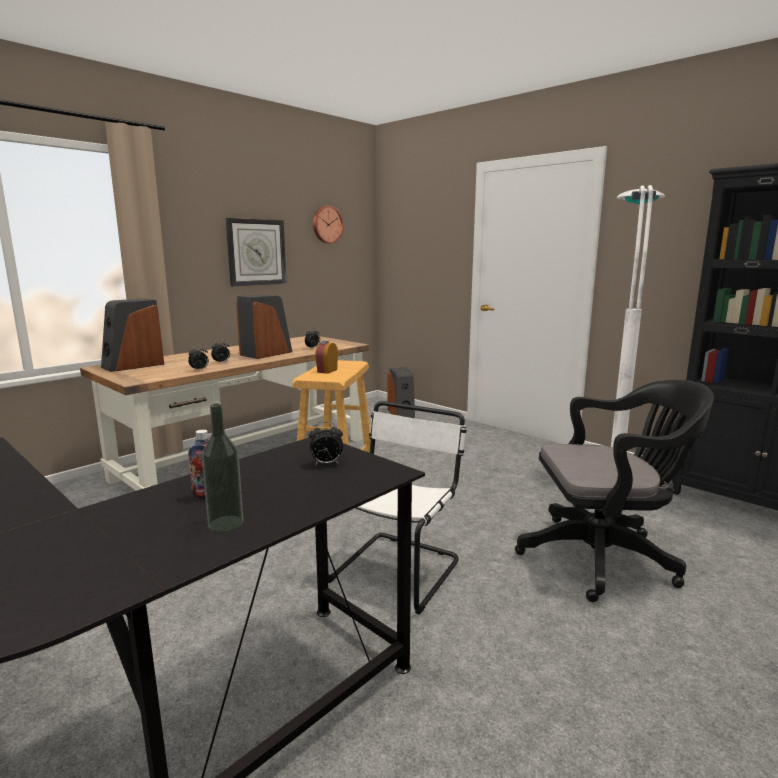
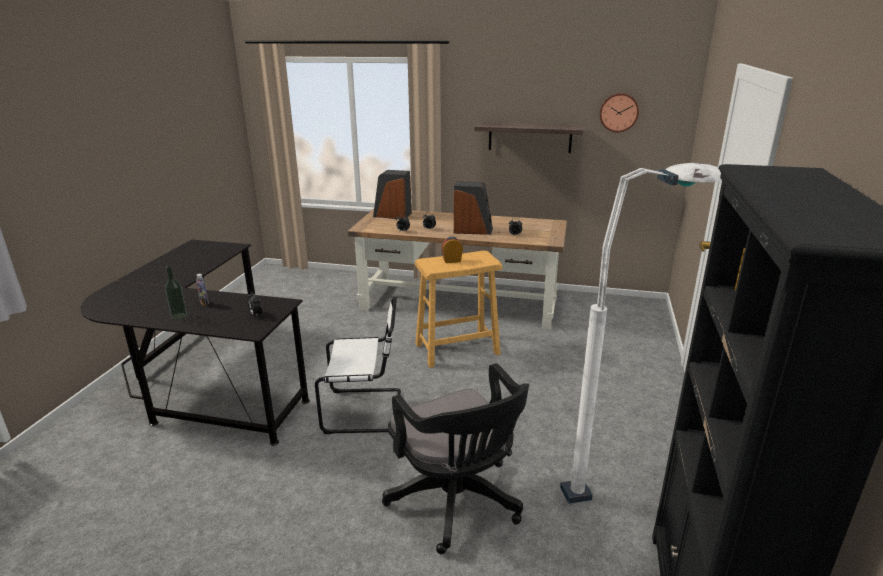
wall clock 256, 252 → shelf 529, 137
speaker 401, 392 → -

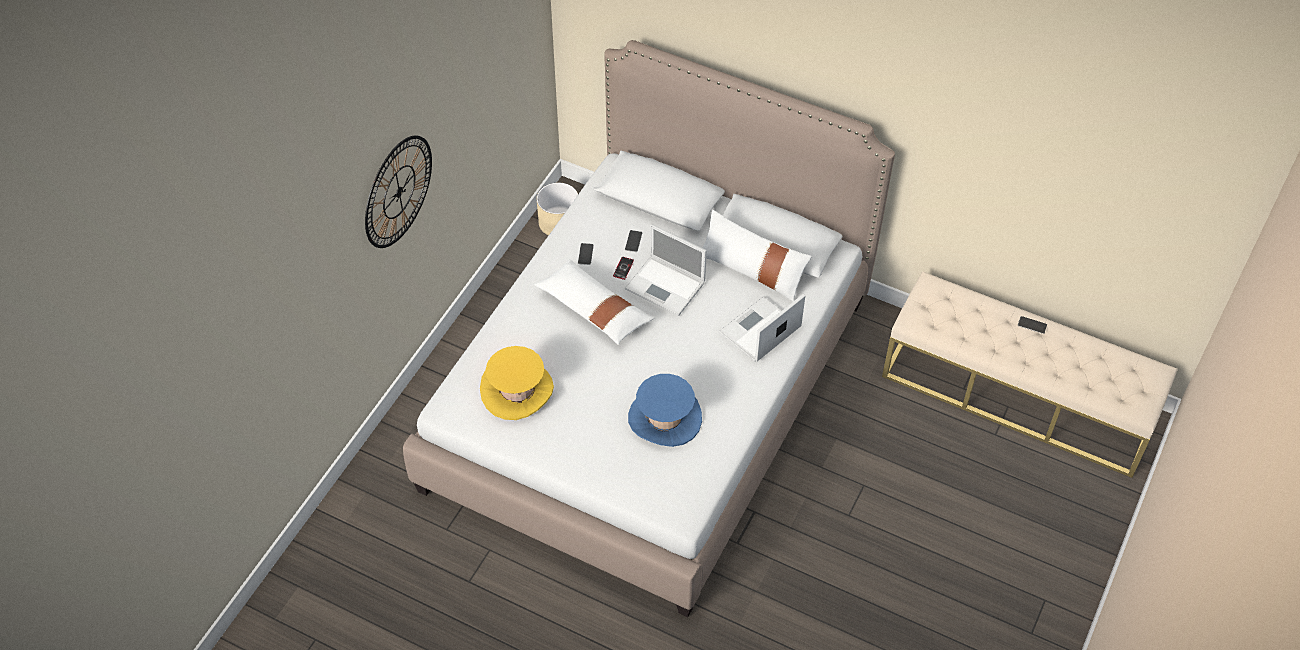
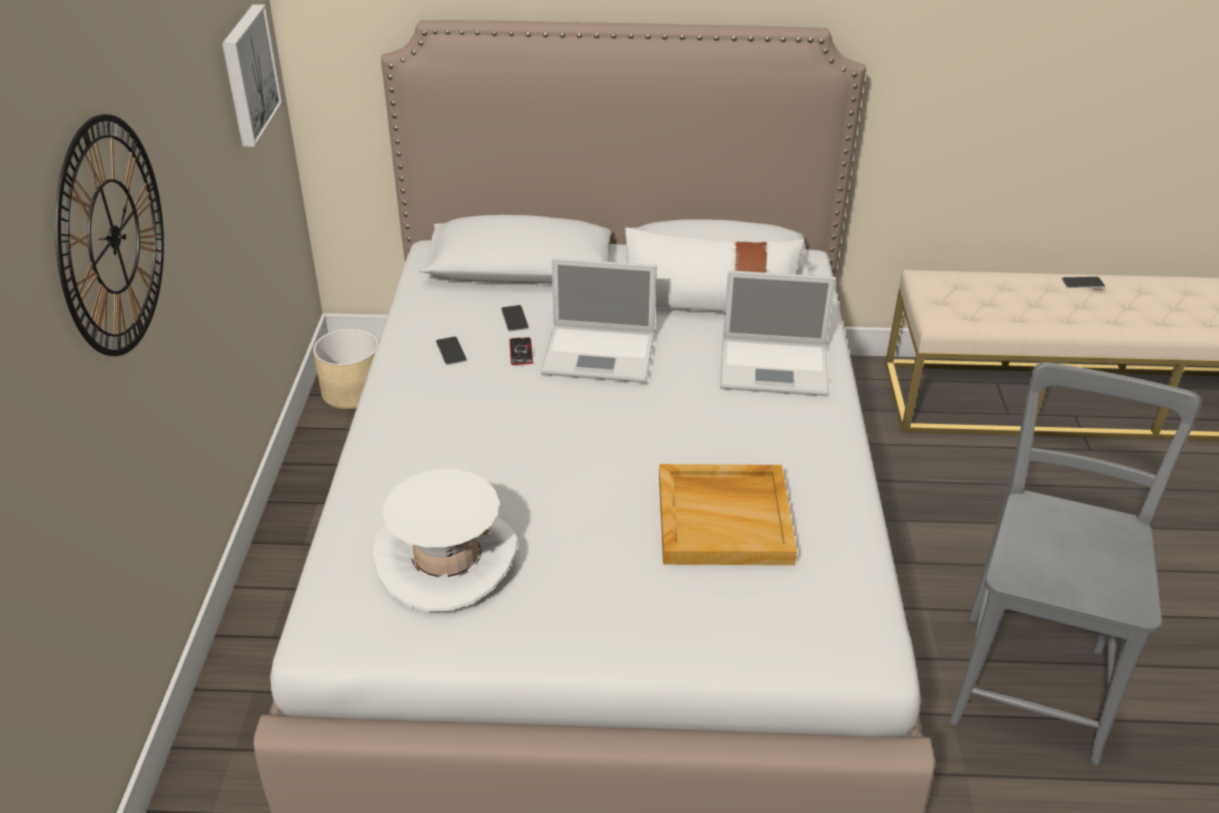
- → picture 252, 75
yellow hat 517, 383 → white hat 445, 540
blue hat 665, 410 → beige tray 728, 514
laptop 762, 328 → laptop 778, 333, 105 degrees counterclockwise
- → grey chair 1075, 563
white pillow 594, 302 → -

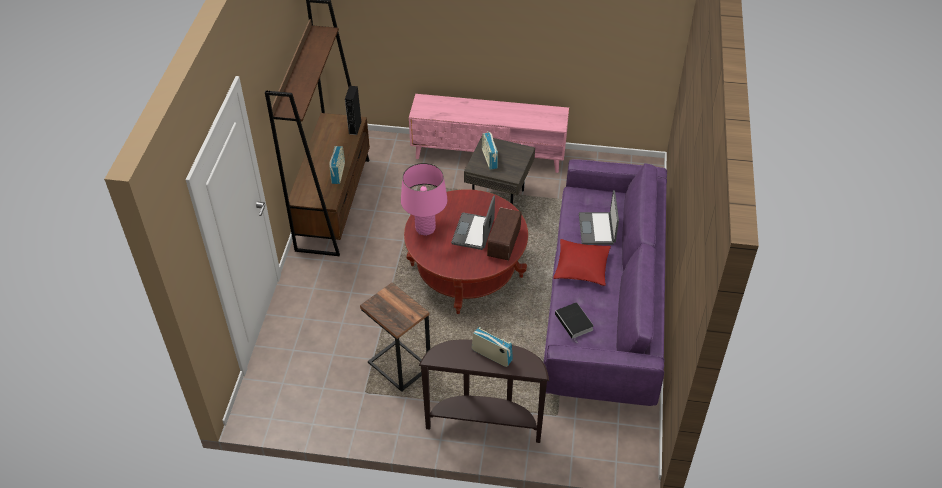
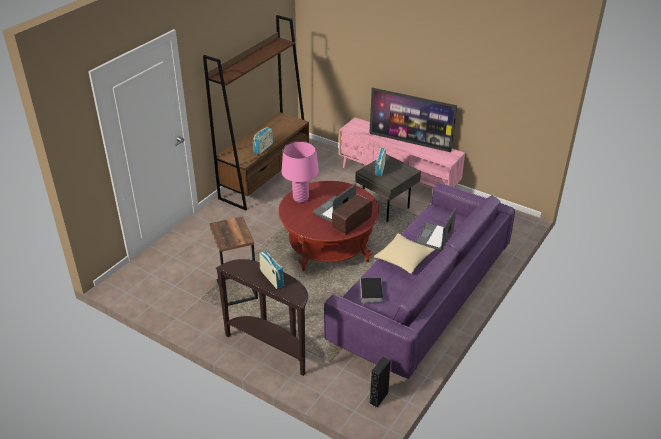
- → television 413, 120
black speaker 353, 110 → black speaker 380, 382, move
red pillow 582, 262 → beige pillow 404, 254

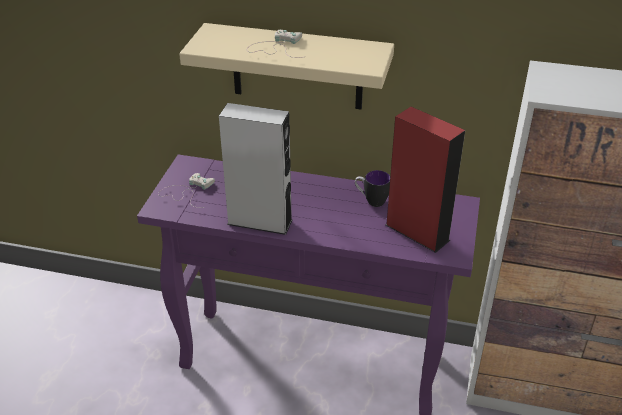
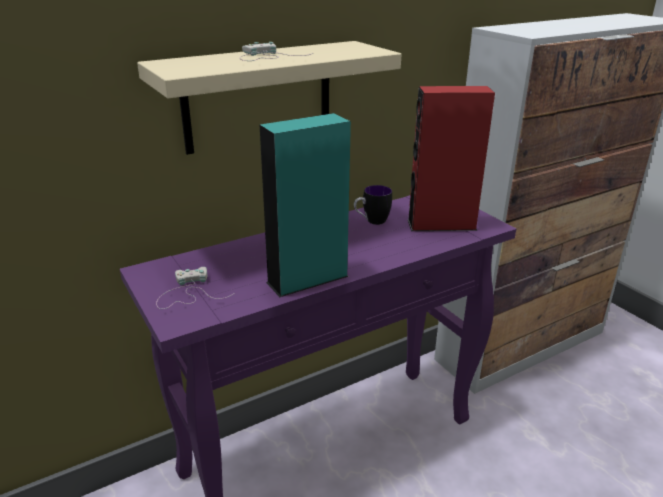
grey speaker 256, 169 → turquoise speaker 305, 205

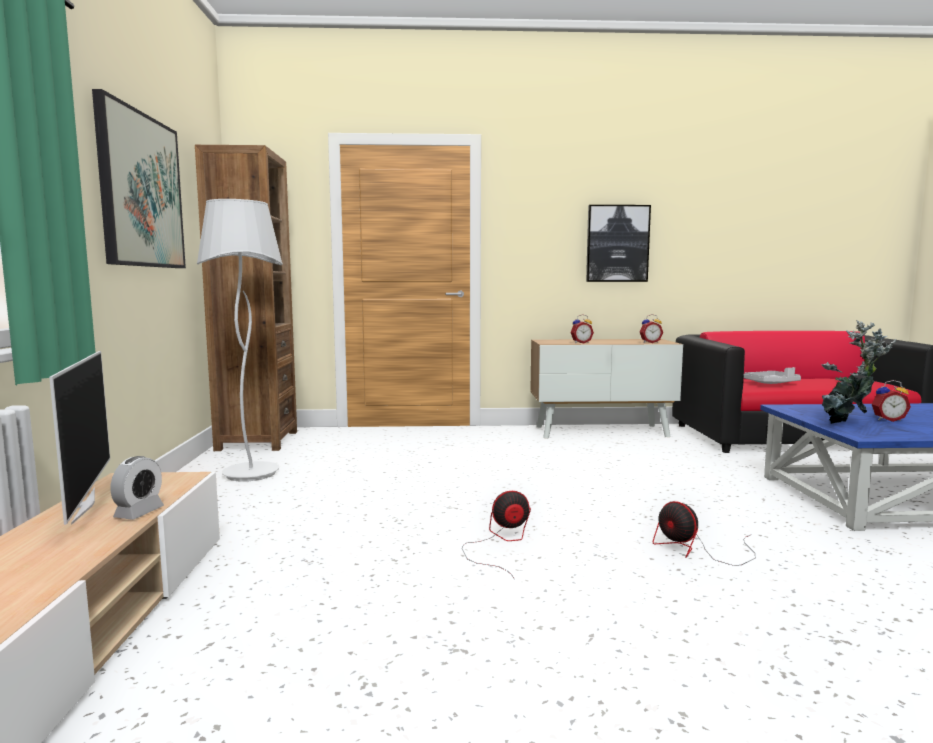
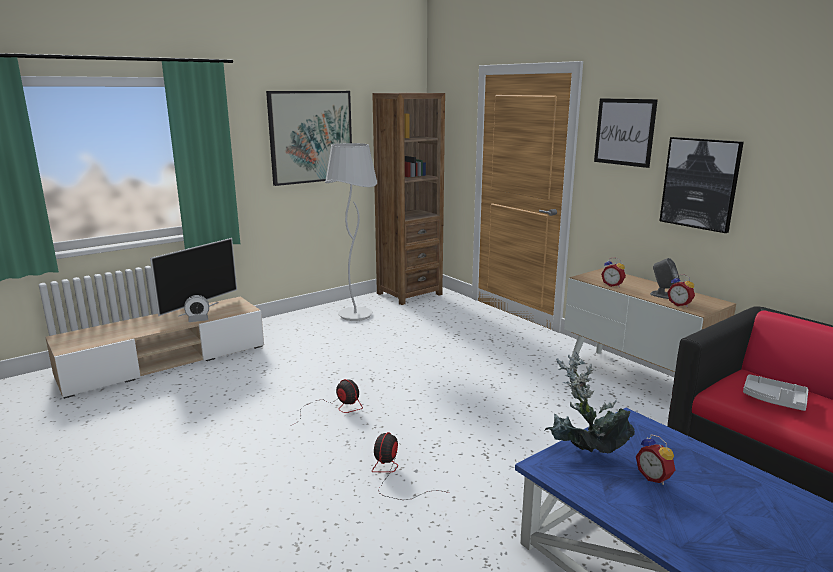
- → picture 626, 133
- → grey speaker 665, 278

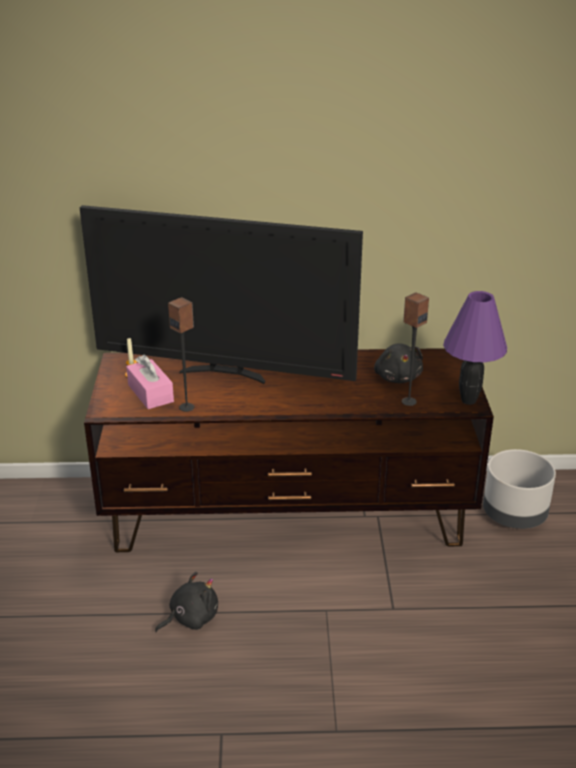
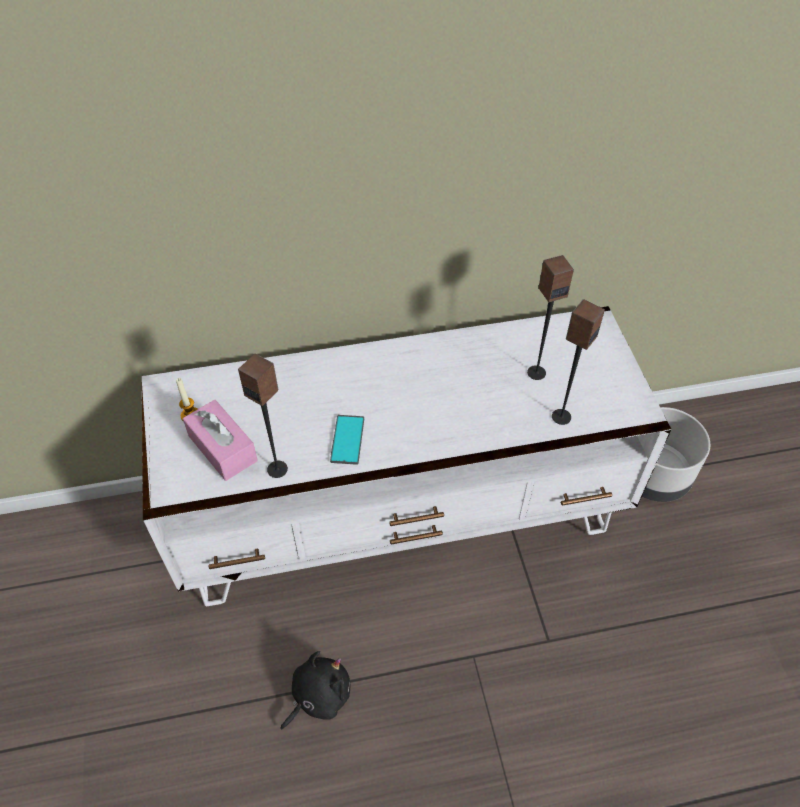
brown tv stand 289, 450 → white tv stand 406, 456
- → phone 347, 440
black plush toy 398, 363 → speaker 550, 317
television 221, 294 → -
purple table lamp 475, 348 → -

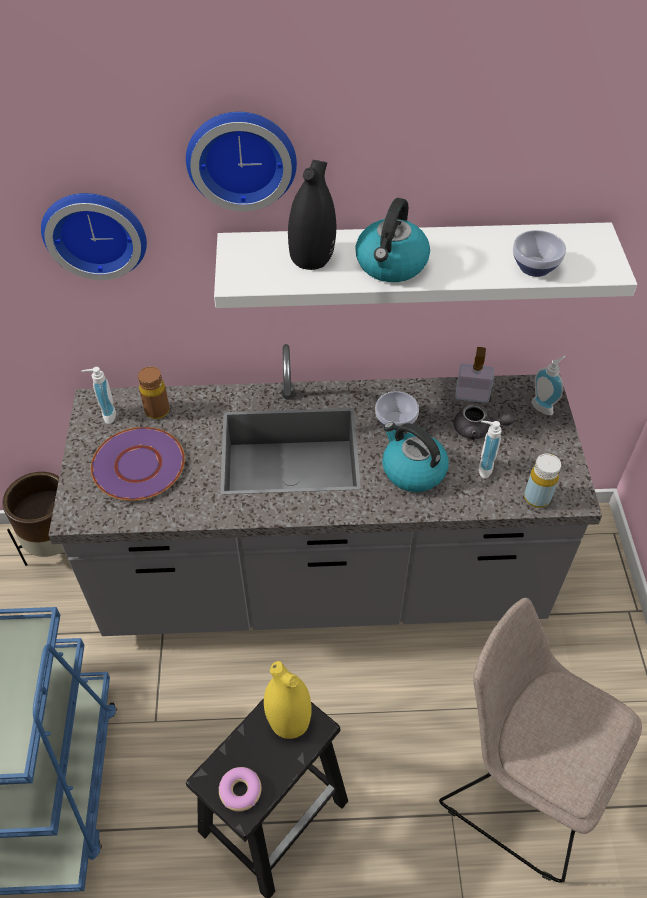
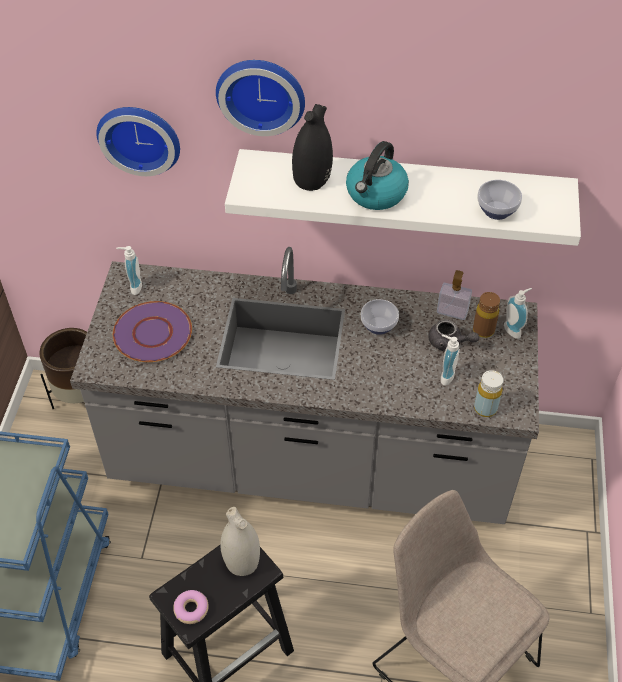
yellow vase 288, 700 → white vase 240, 541
brown bottle 154, 392 → brown bottle 486, 315, move
kettle 415, 457 → -

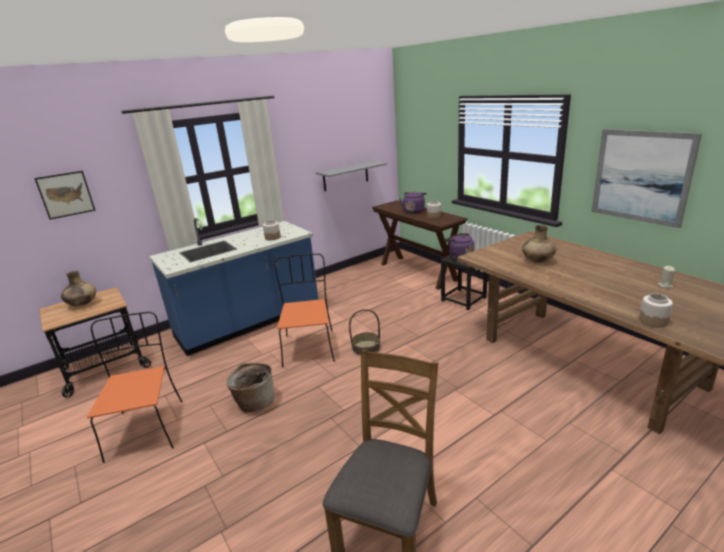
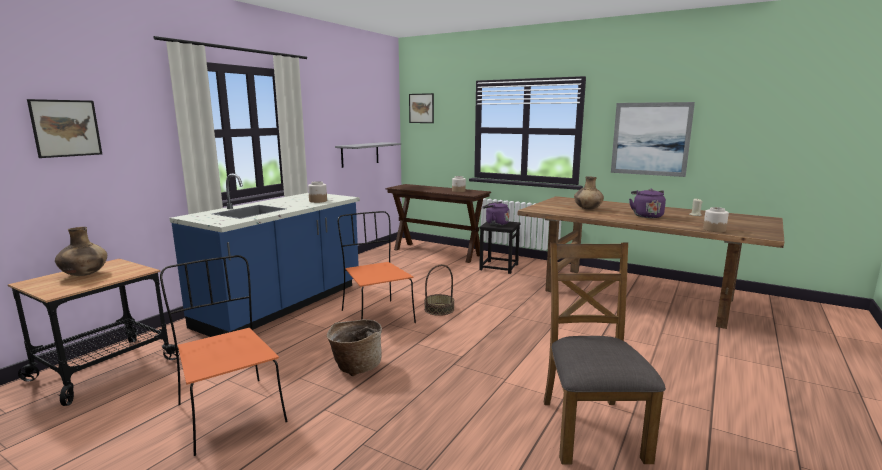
- → picture 421, 108
purple kettle 413, 203 → purple kettle 647, 203, move

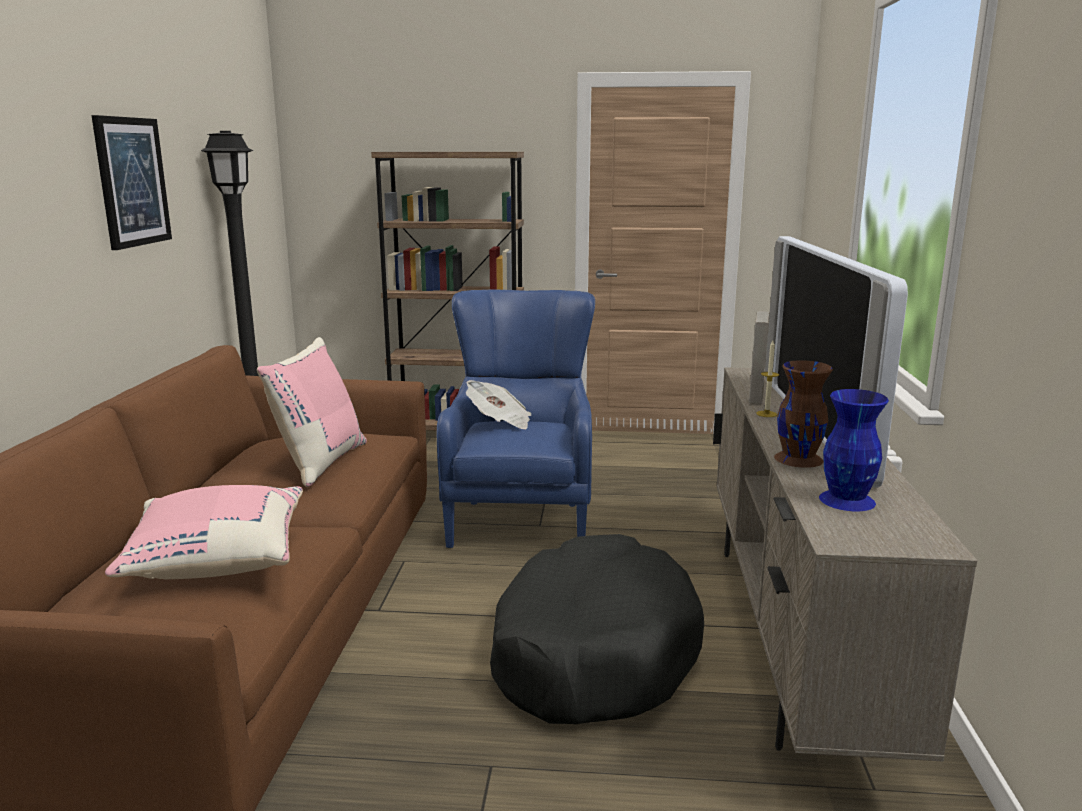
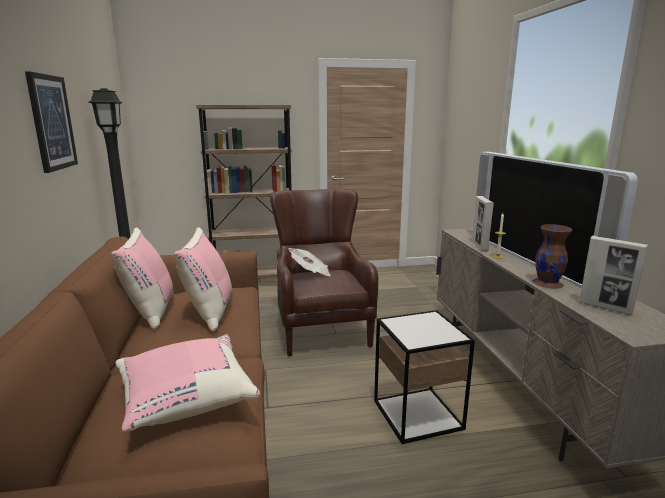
- → pink pillow 142, 278
blue armchair 516, 418 → brown armchair 324, 272
black dog bed 597, 629 → side table 424, 377
blue vase 854, 450 → picture frame 613, 275

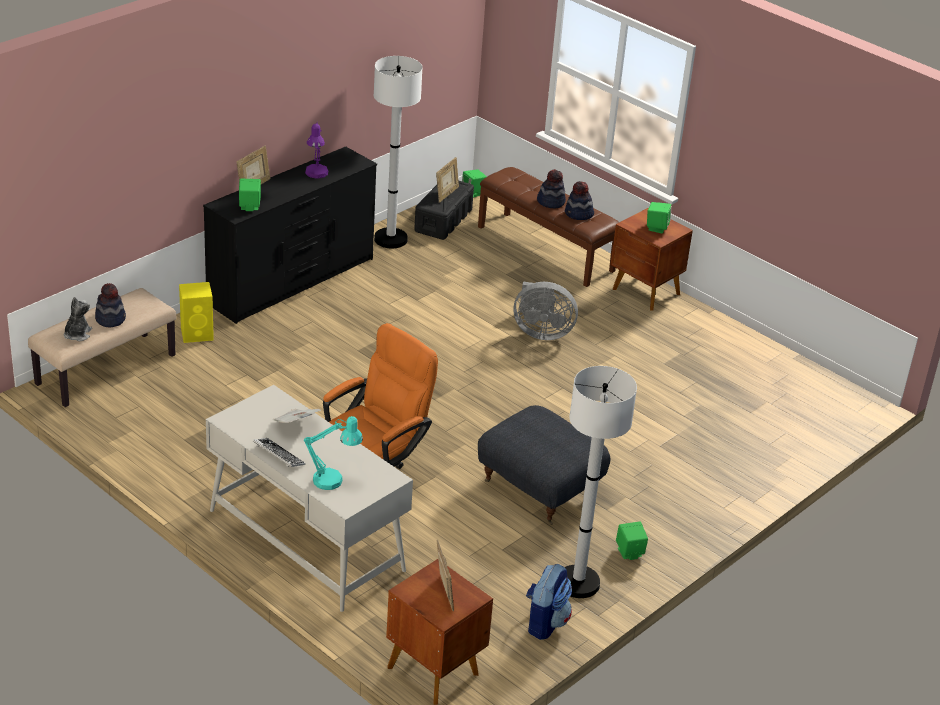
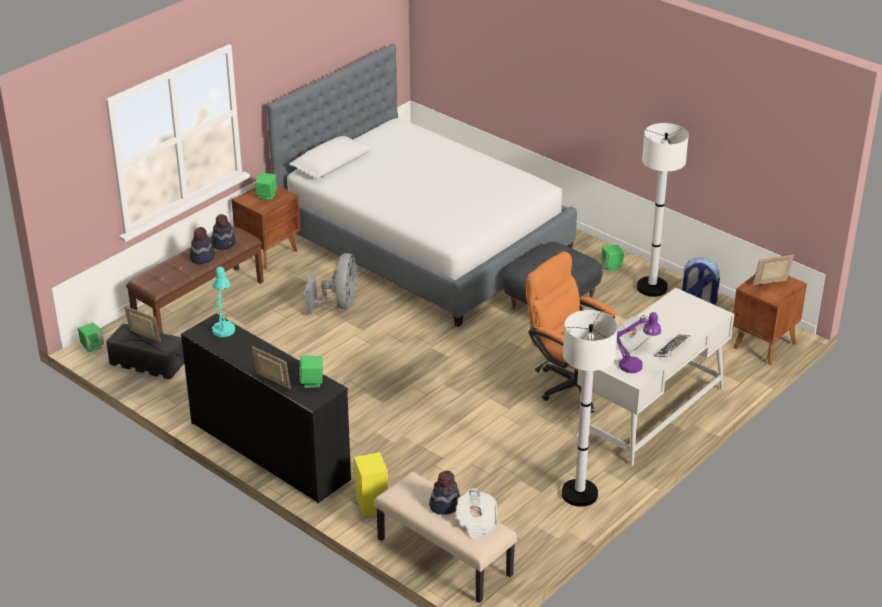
turquoise table lamp 333, 453 → turquoise table lamp 223, 302, move
- → bed 422, 185
plush toy 78, 319 → newspaper 476, 513
white floor lamp 398, 152 → white floor lamp 589, 408, move
purple table lamp 316, 150 → purple table lamp 639, 342, move

